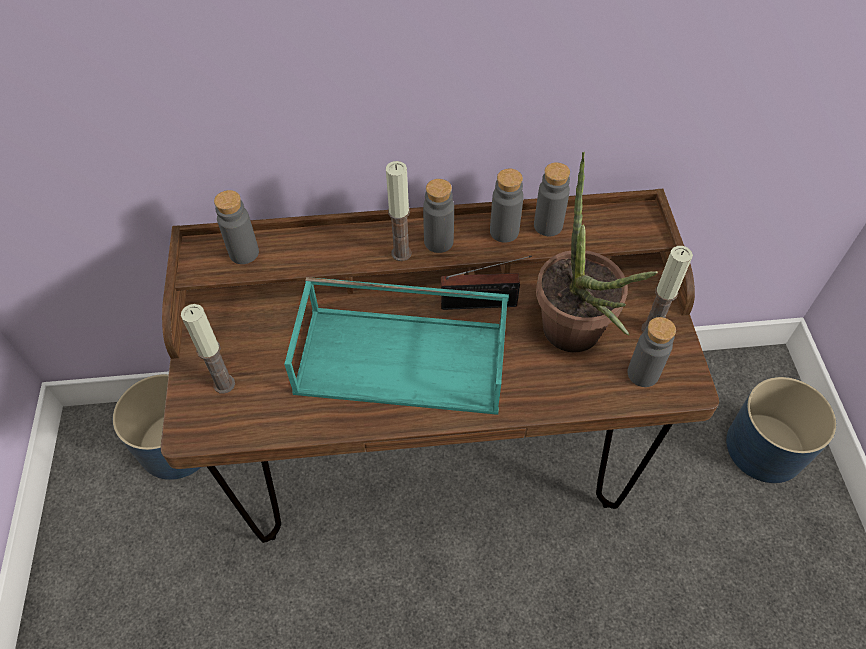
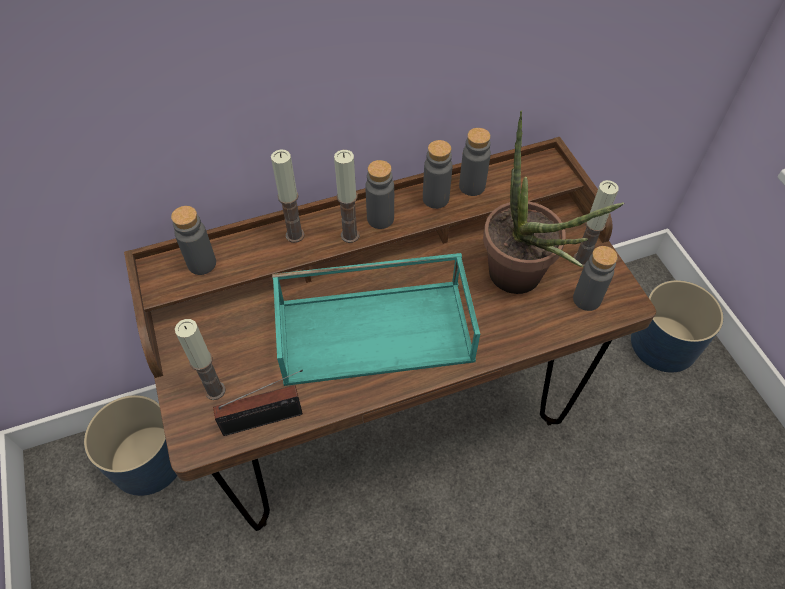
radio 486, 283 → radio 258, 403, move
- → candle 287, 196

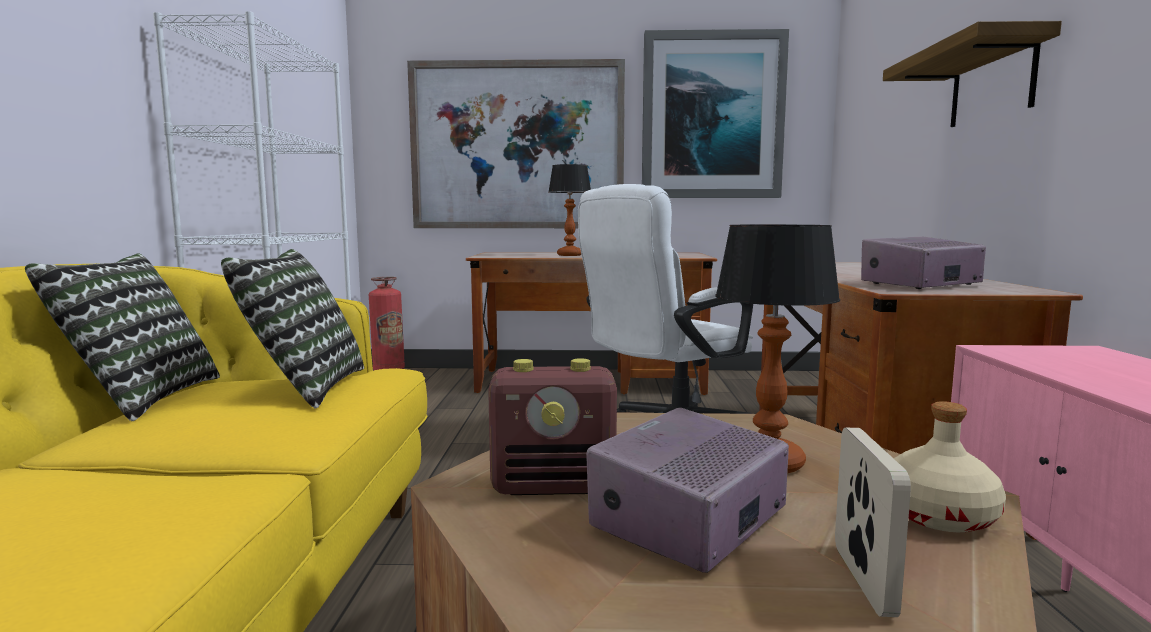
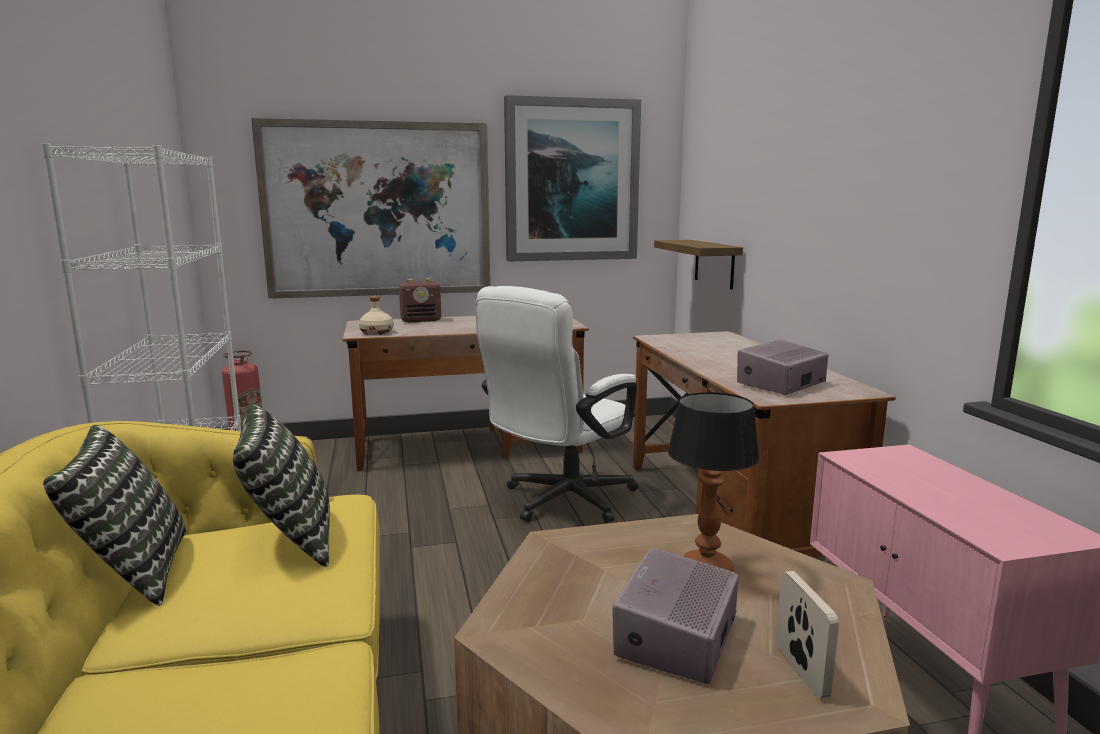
beige bottle 950, 466 → beige bottle 376, 315, move
radio 552, 426 → radio 420, 300, move
shelf 972, 74 → shelf 698, 265, move
table lamp 570, 210 → -

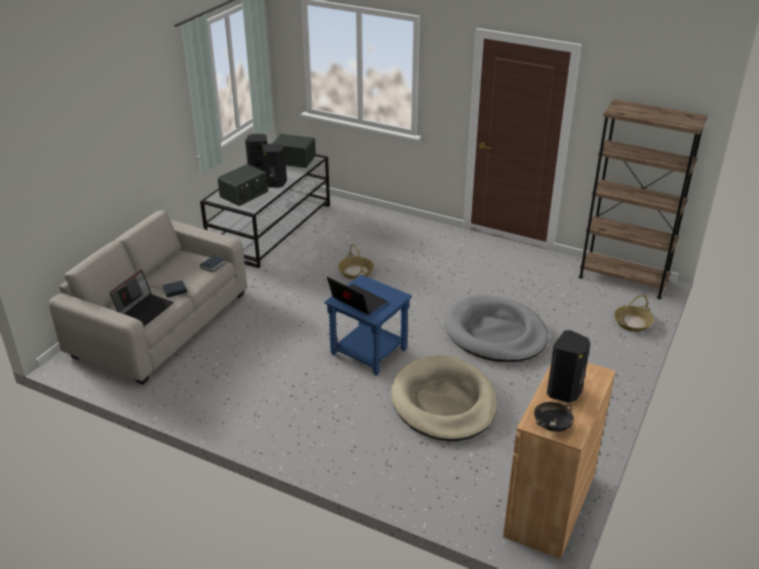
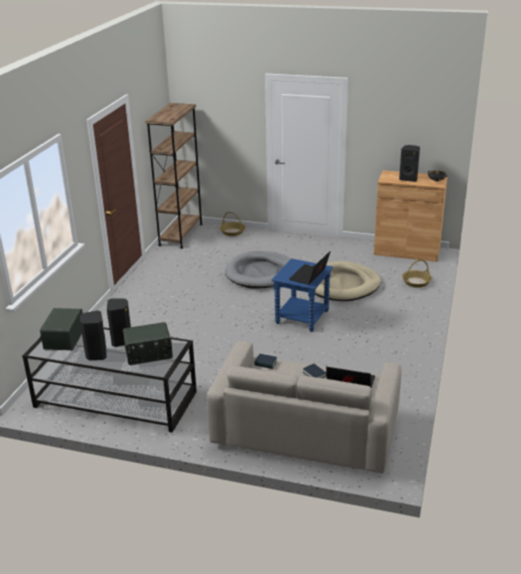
radio 243, 185 → radio 148, 343, 135 degrees clockwise
basket 356, 261 → basket 417, 274, move

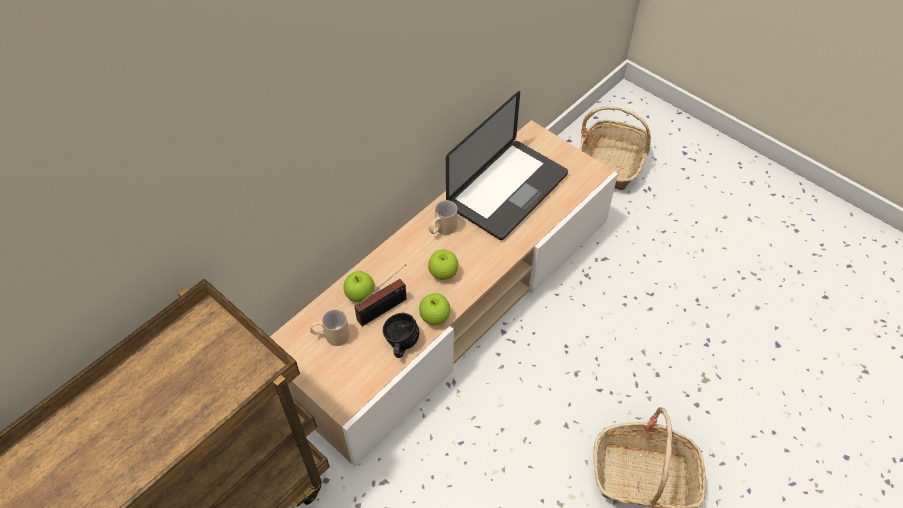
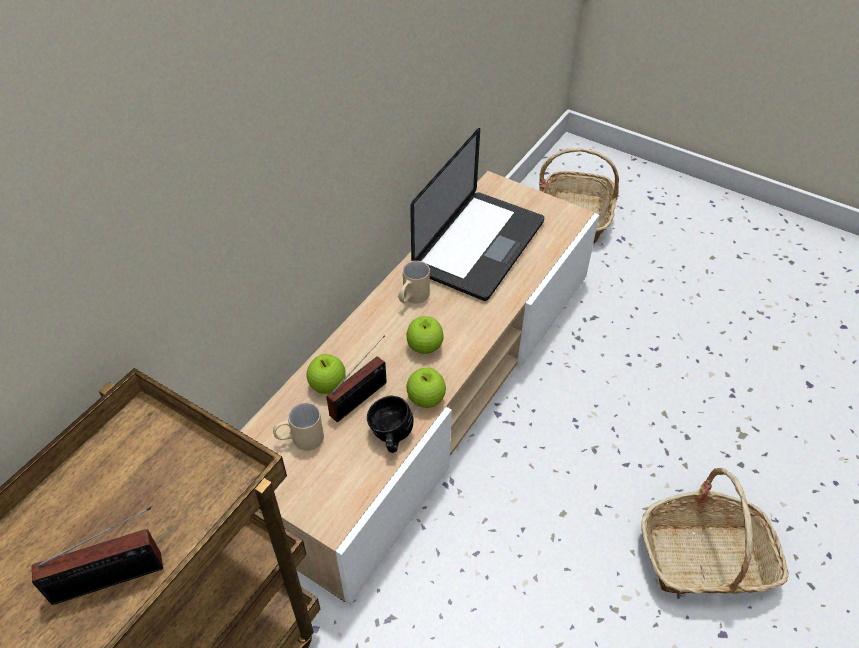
- → radio 97, 556

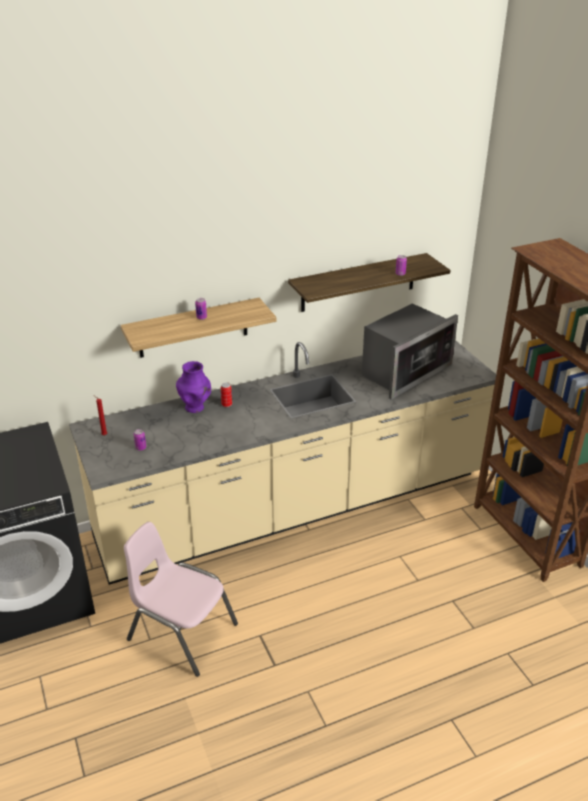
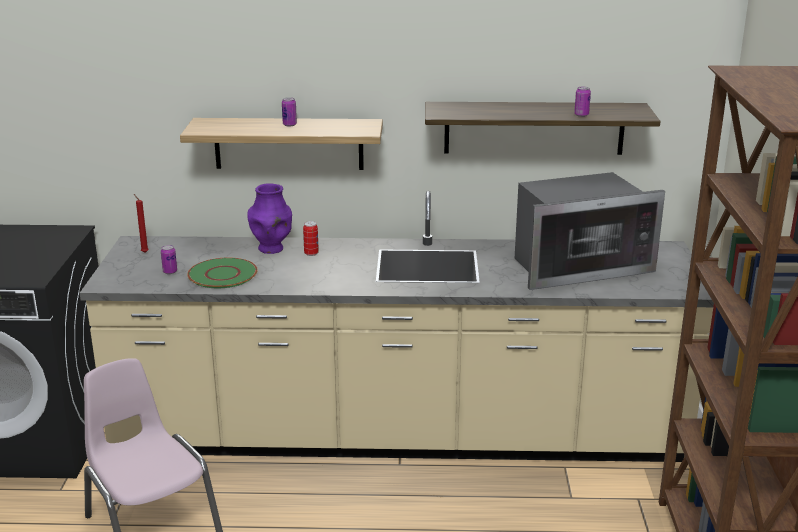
- → green plate 222, 273

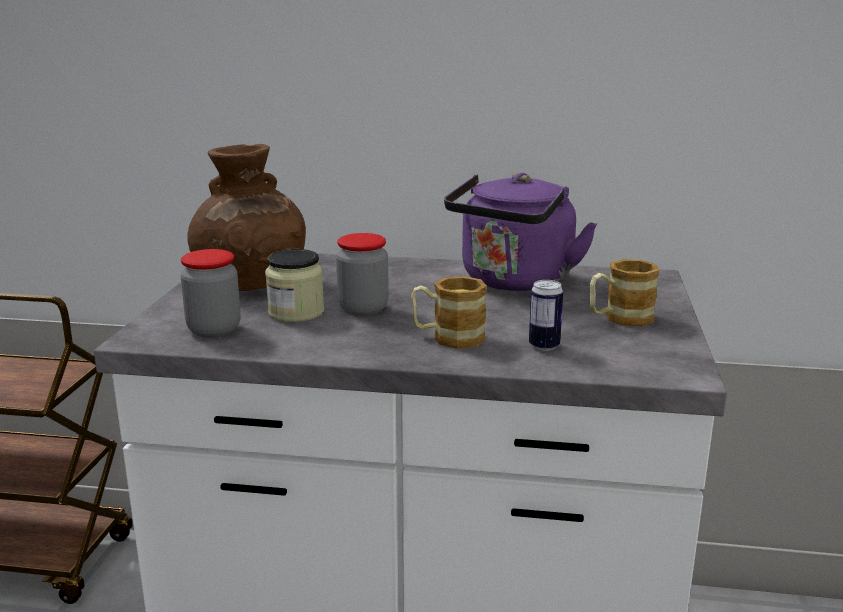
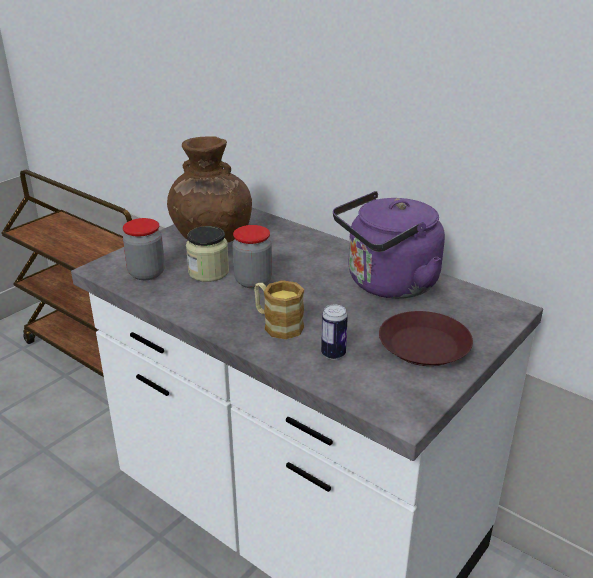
mug 624, 293 → brown plate 426, 338

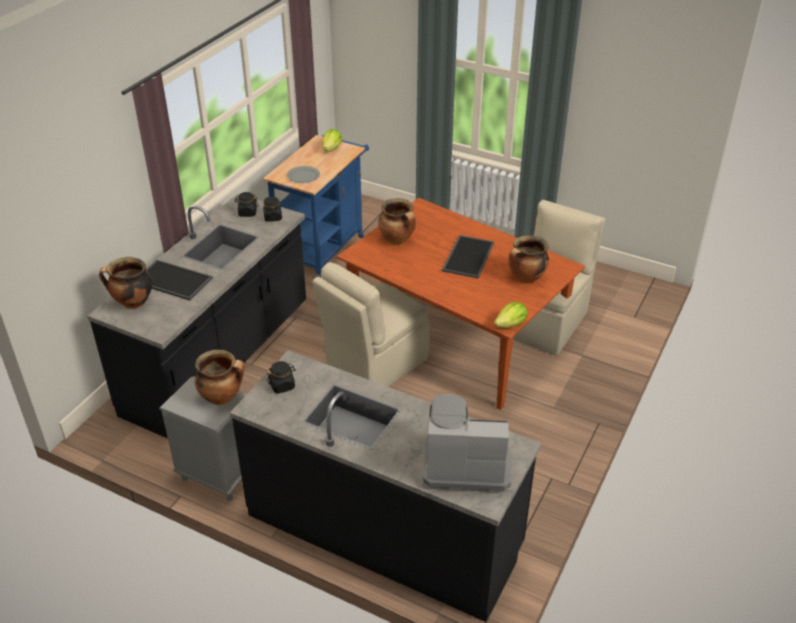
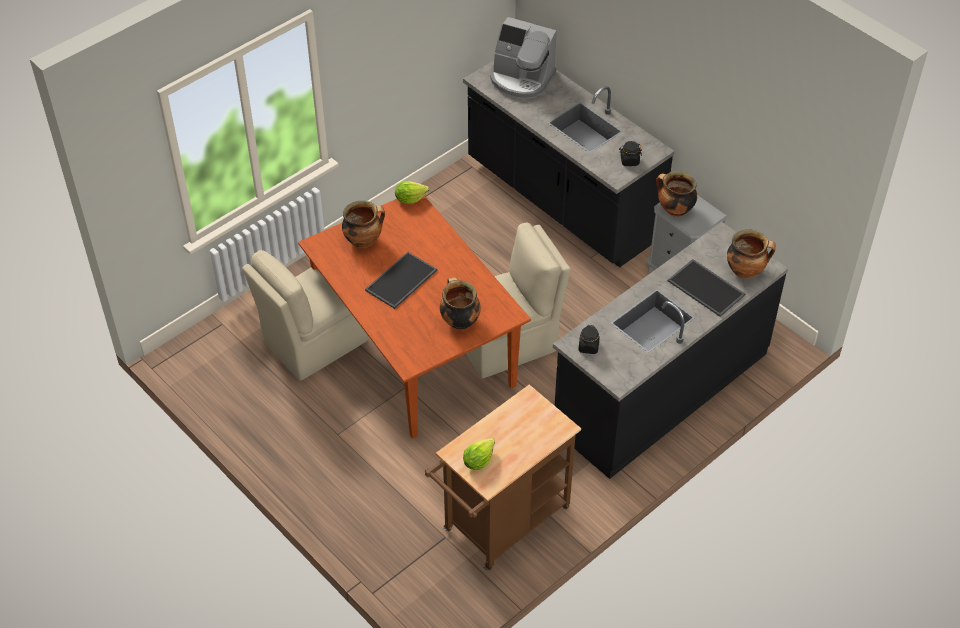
blue cart 316, 206 → brown cart 503, 477
black jar 246, 204 → -
grey plate 303, 174 → -

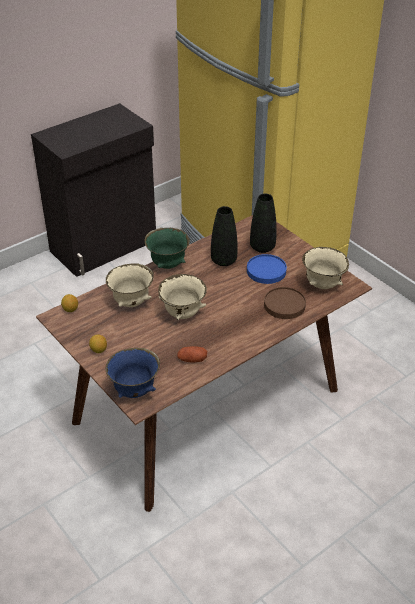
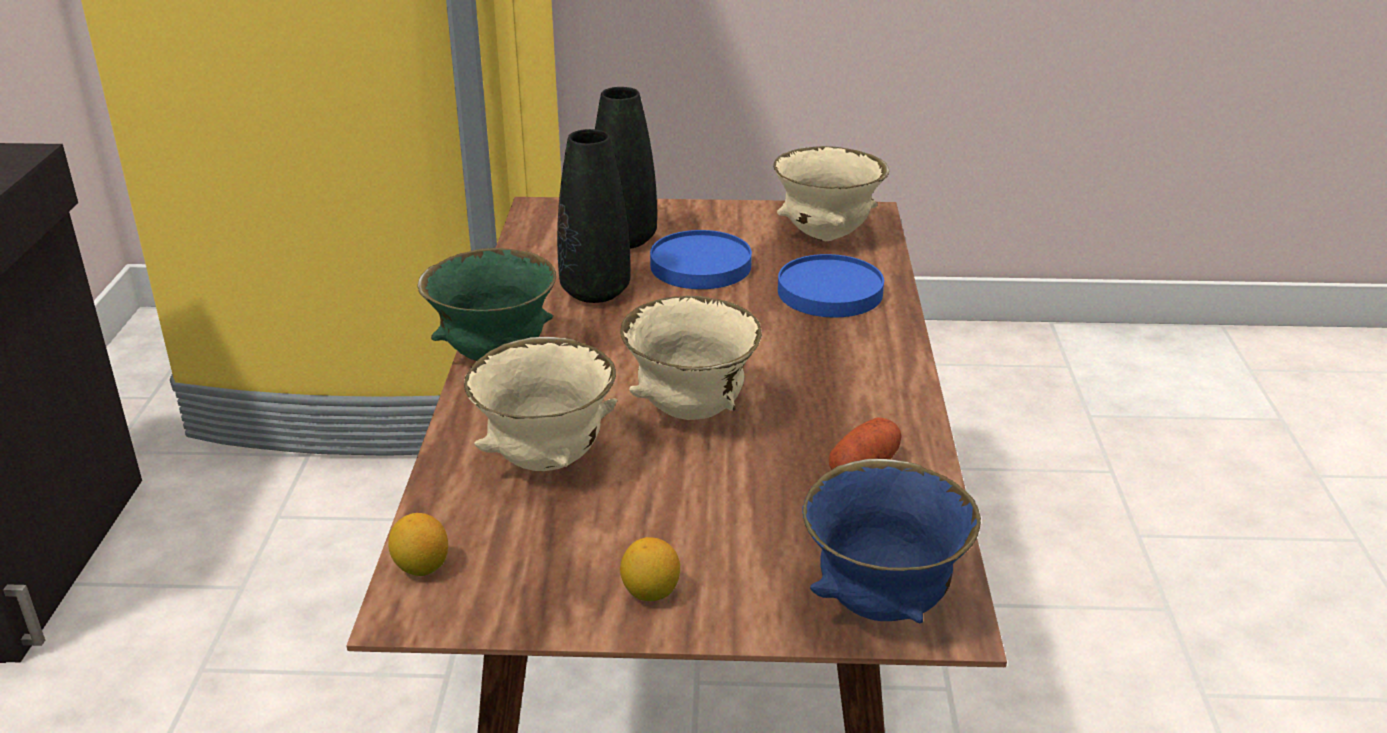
brown plate 285, 303 → blue plate 831, 285

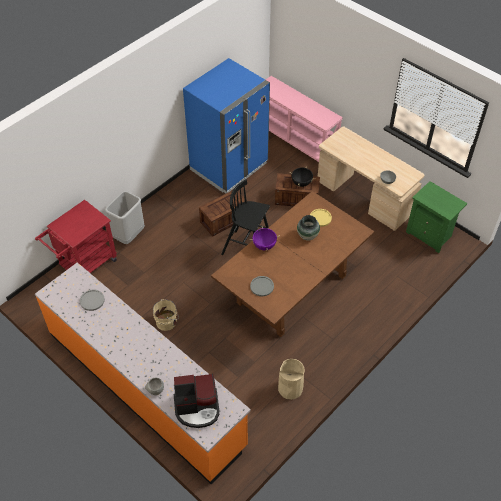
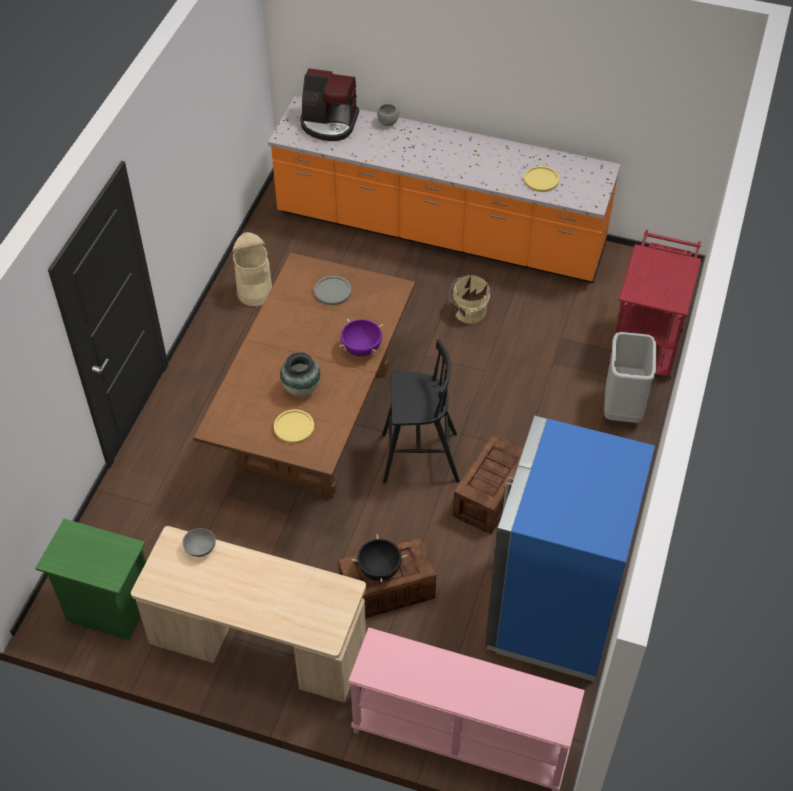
coffee machine 196, 401 → coffee machine 329, 104, 135 degrees counterclockwise
grey plate 92, 300 → yellow plate 541, 179

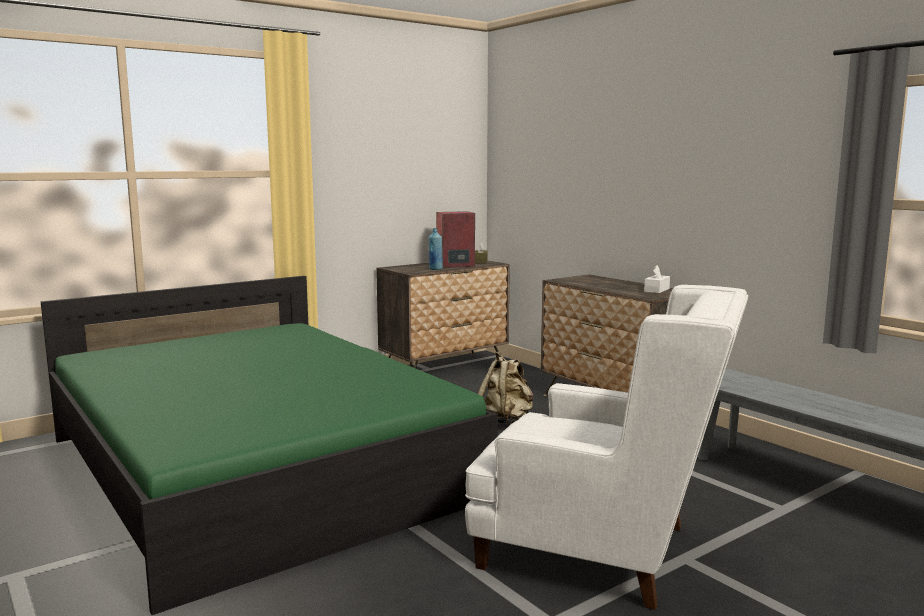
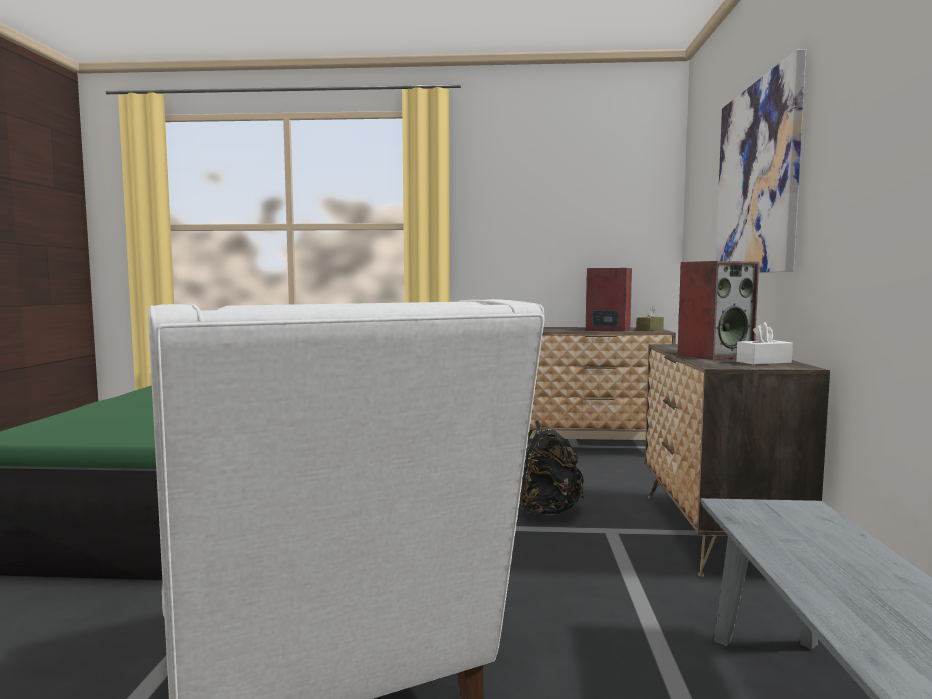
beige backpack 505, 388 → black backpack 551, 468
- → speaker 718, 310
- → picture 761, 161
blue bottle 435, 249 → -

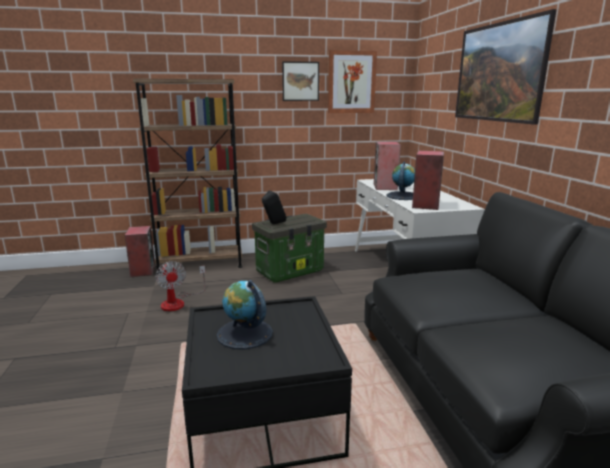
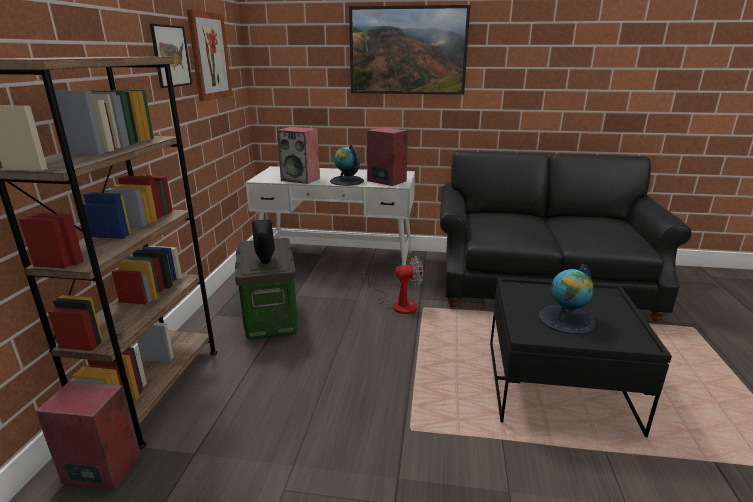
fan 180, 286 → fan 393, 285, move

